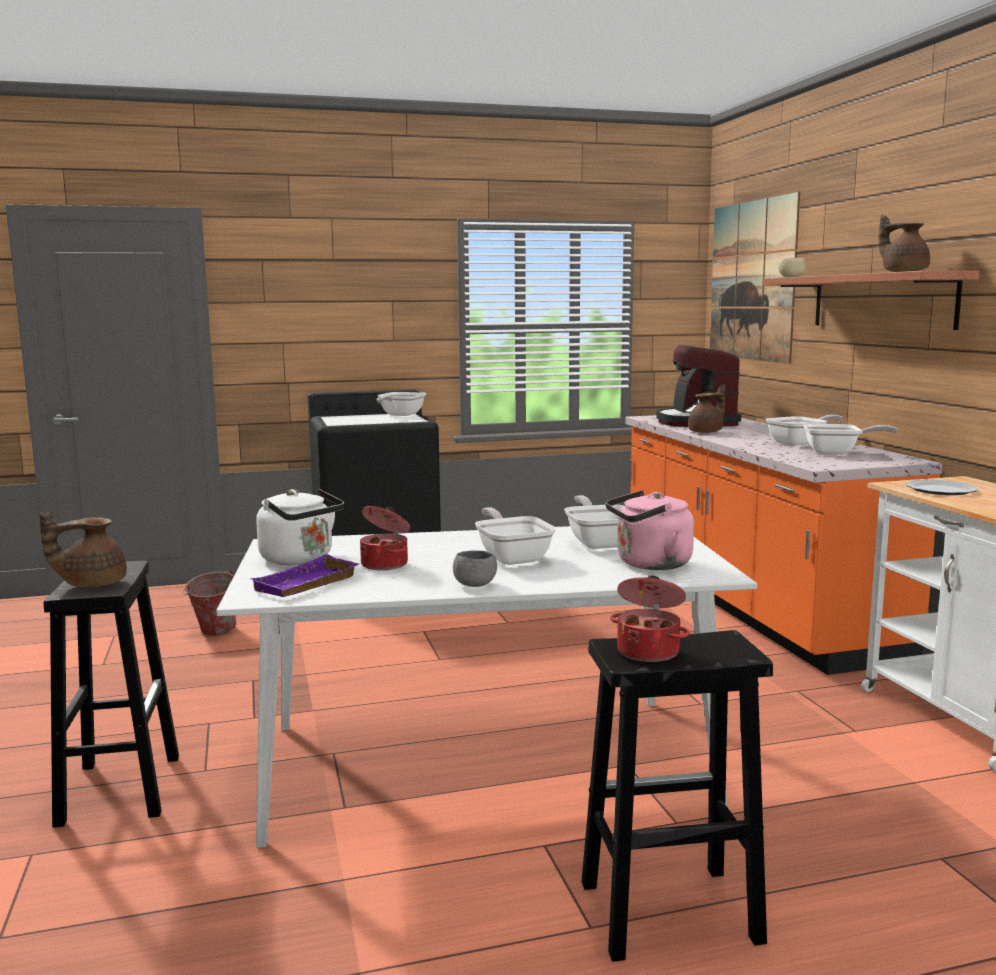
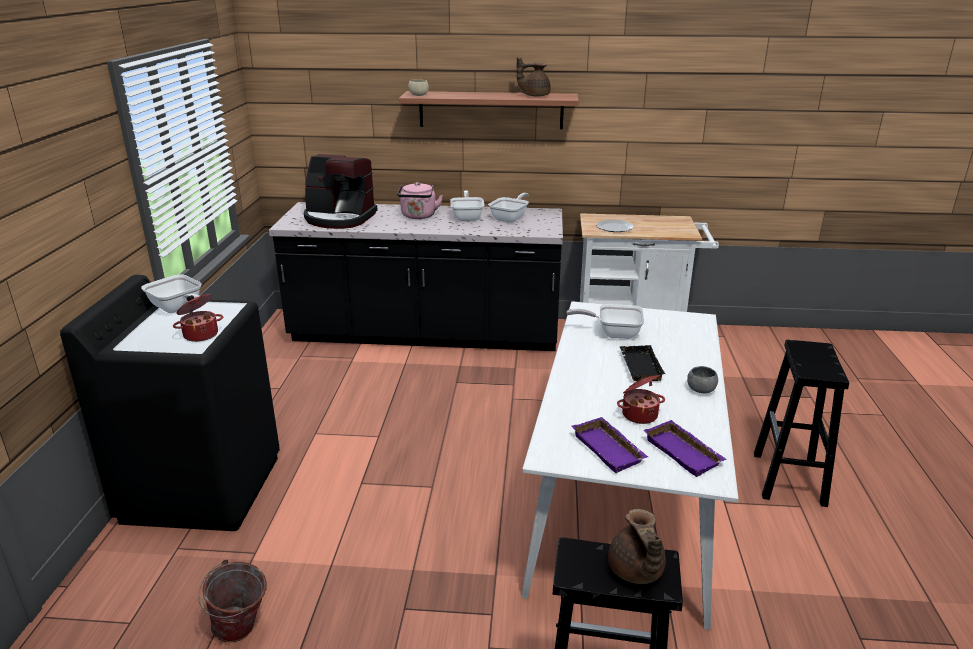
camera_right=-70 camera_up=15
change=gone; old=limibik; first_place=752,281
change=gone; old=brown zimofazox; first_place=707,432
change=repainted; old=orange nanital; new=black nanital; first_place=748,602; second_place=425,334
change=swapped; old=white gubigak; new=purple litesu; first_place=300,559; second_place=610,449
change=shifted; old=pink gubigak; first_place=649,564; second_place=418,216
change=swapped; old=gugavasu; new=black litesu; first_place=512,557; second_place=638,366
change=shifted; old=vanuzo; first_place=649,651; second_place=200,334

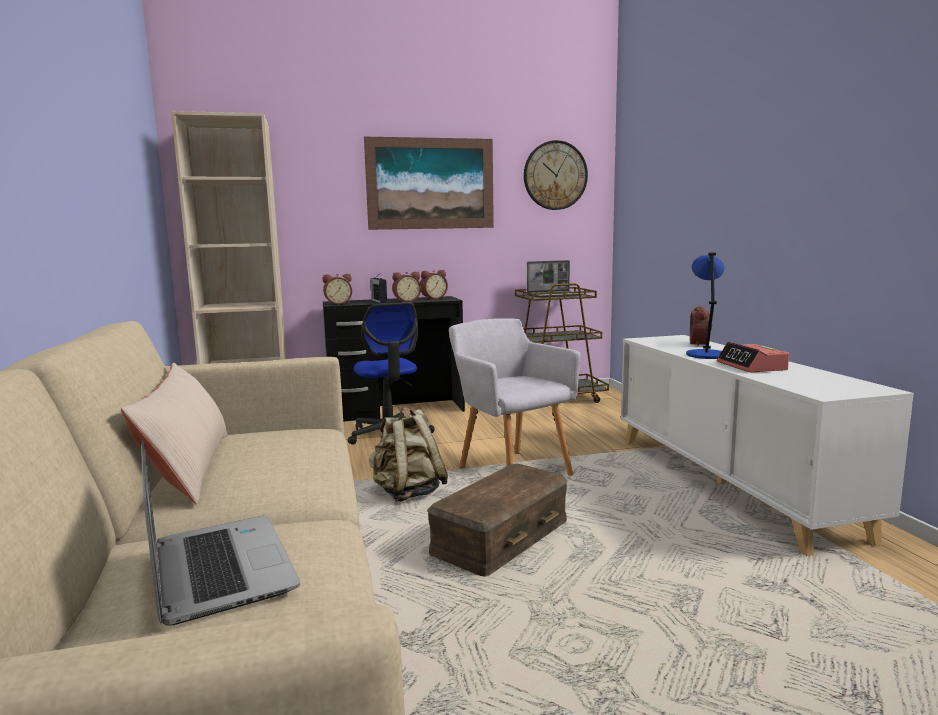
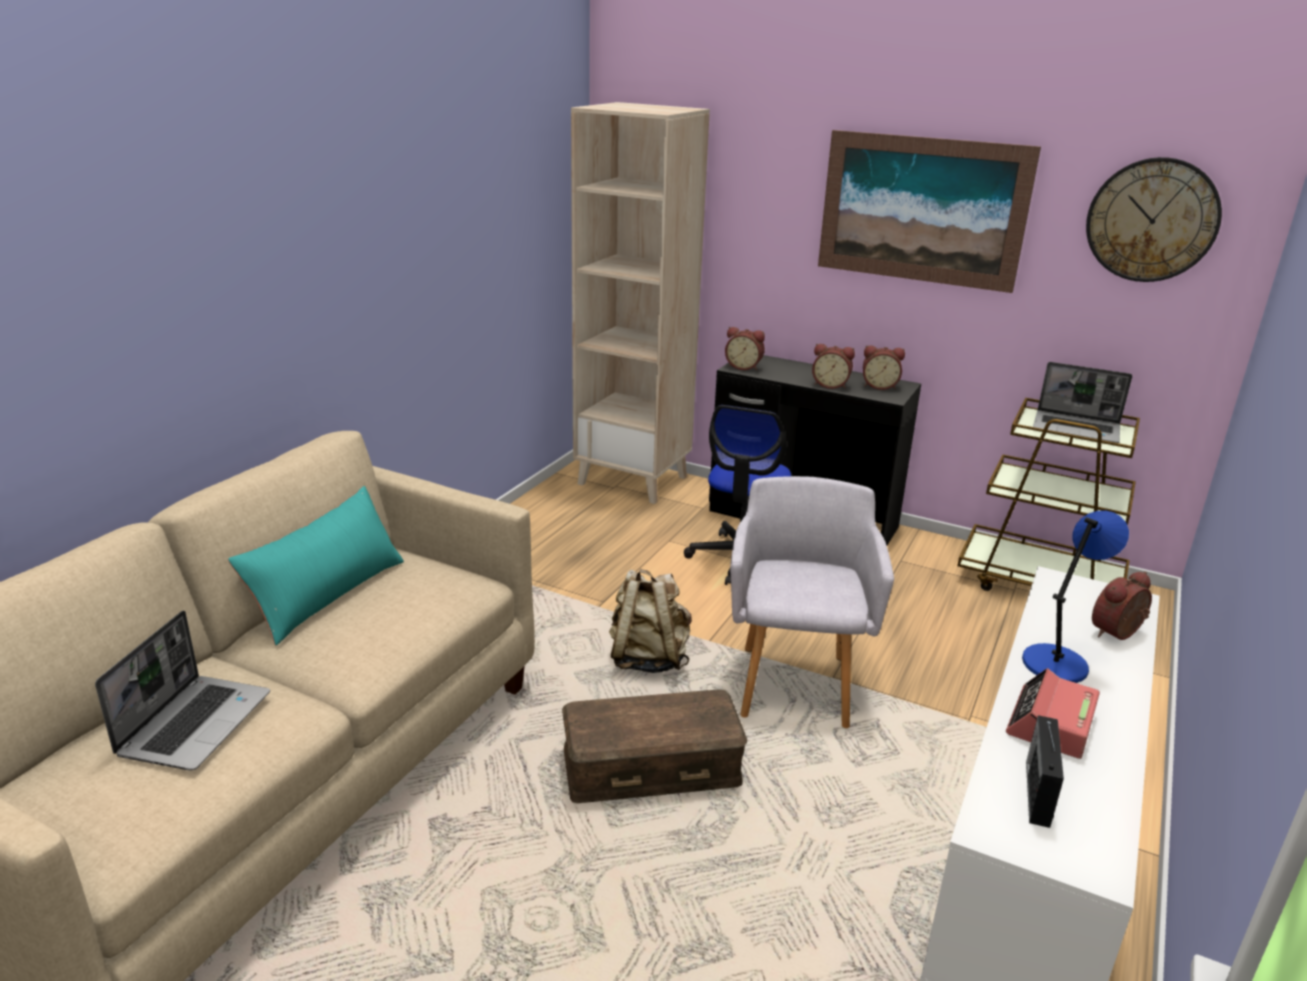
camera_right=40 camera_up=15
change=shifted; old=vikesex; first_place=379,301; second_place=1037,792
change=repainted; old=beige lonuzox; new=turquoise lonuzox; first_place=188,467; second_place=328,595

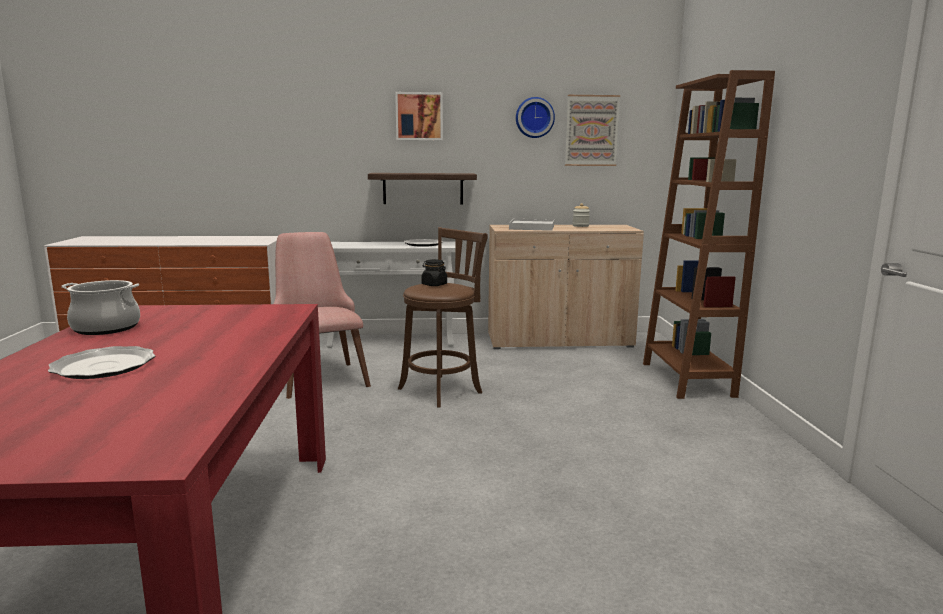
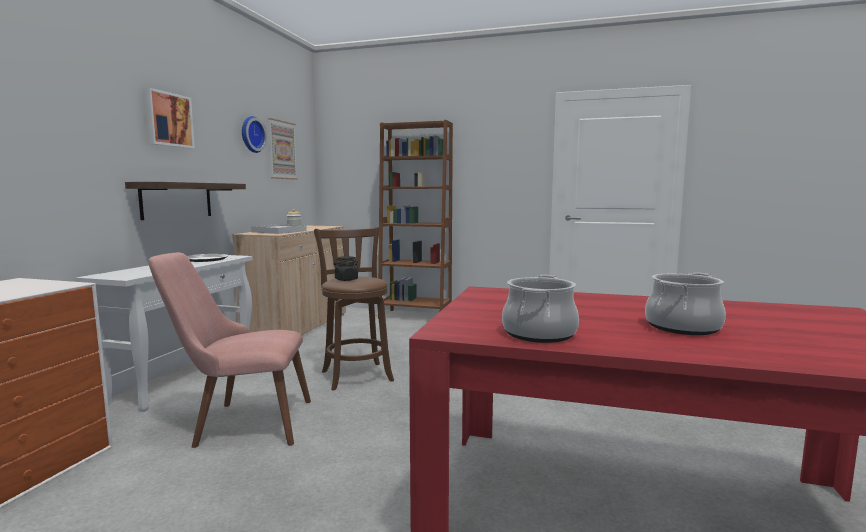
camera_right=-70 camera_up=-5
change=swapped; old=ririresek; new=vanuzo; first_place=104,366; second_place=682,327

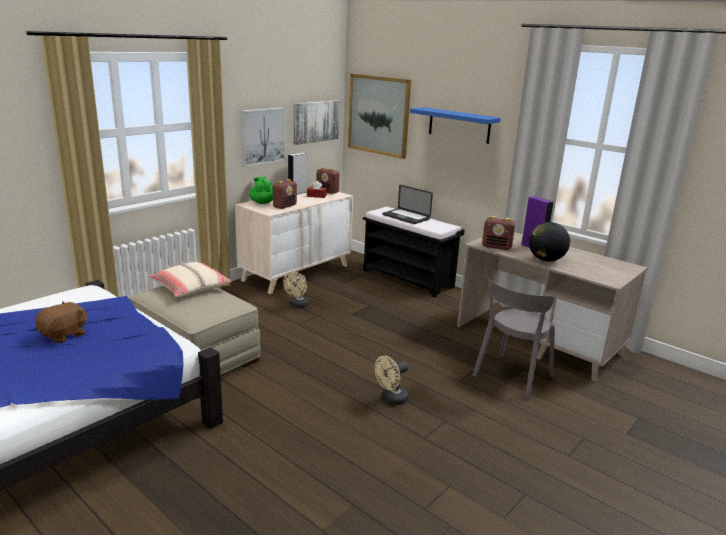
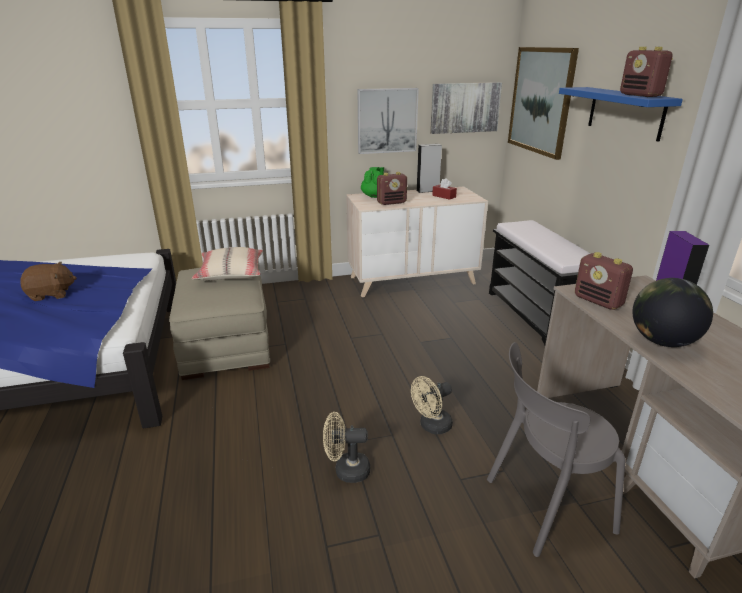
camera_right=35 camera_up=5
change=shifted; old=vikesex; first_place=328,192; second_place=640,95
change=gone; old=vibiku; first_place=406,217
change=shifted; old=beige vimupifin; first_place=298,305; second_place=431,426

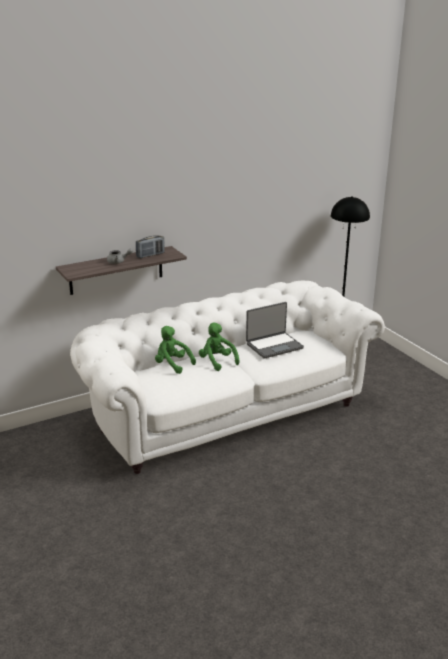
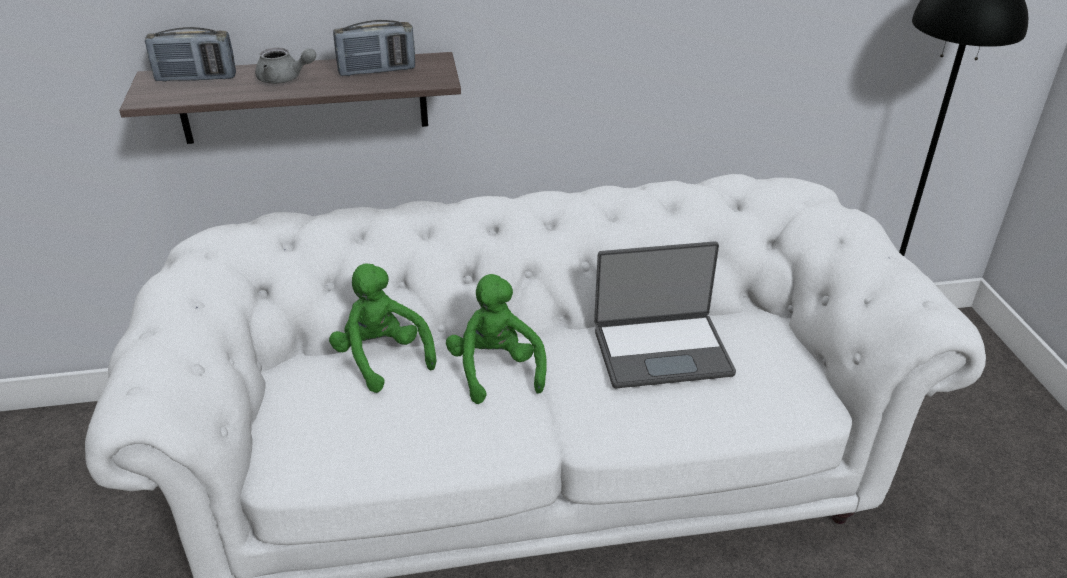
camera_right=20 camera_up=10
change=new; new=vikesex; second_place=196,78

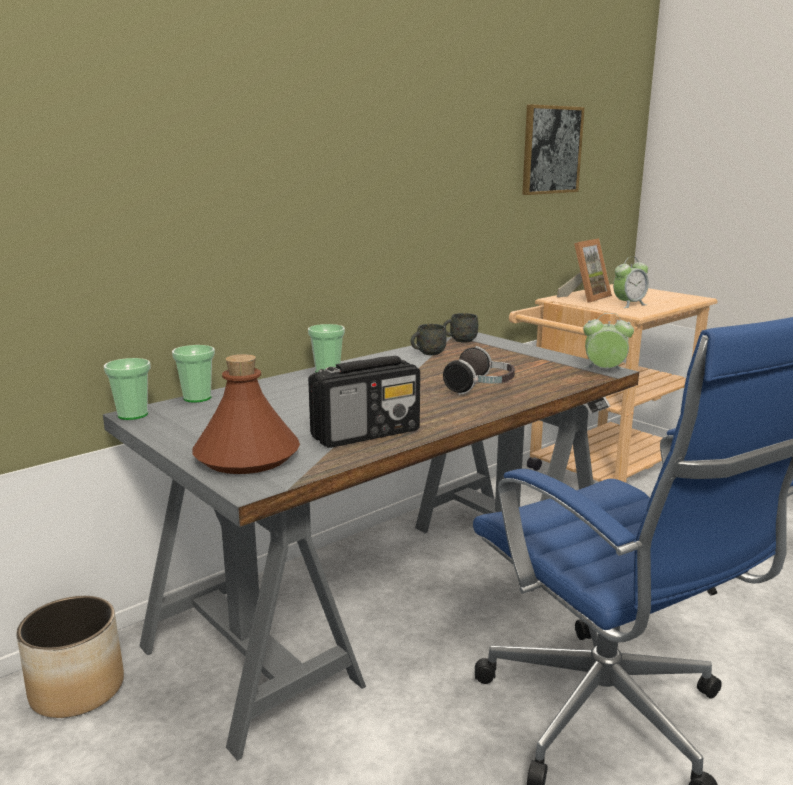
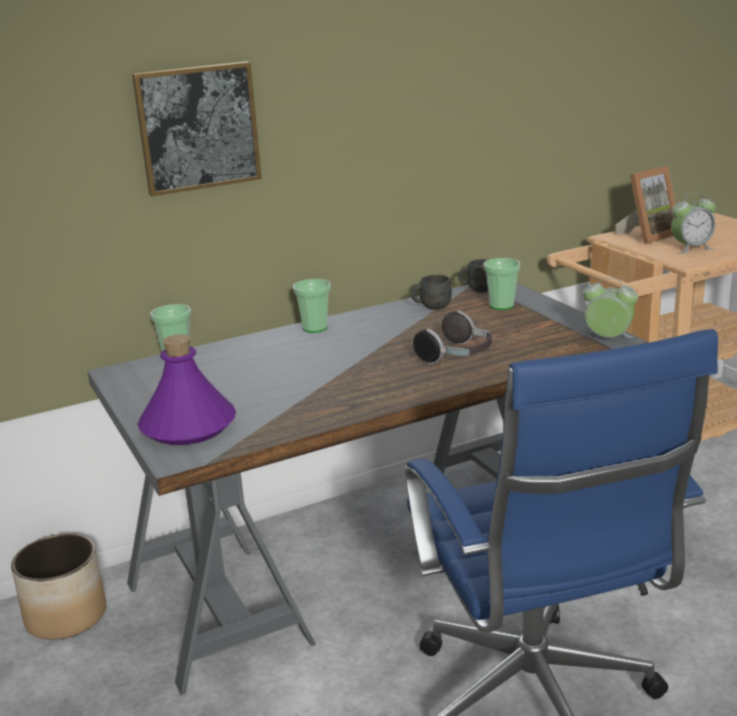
camera_right=15 camera_up=5
change=shifted; old=limibik; first_place=551,150; second_place=198,128
change=repainted; old=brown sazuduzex; new=purple sazuduzex; first_place=248,457; second_place=189,427
change=gone; old=vikesex; first_place=366,434
change=shifted; old=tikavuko; first_place=133,414; second_place=501,305

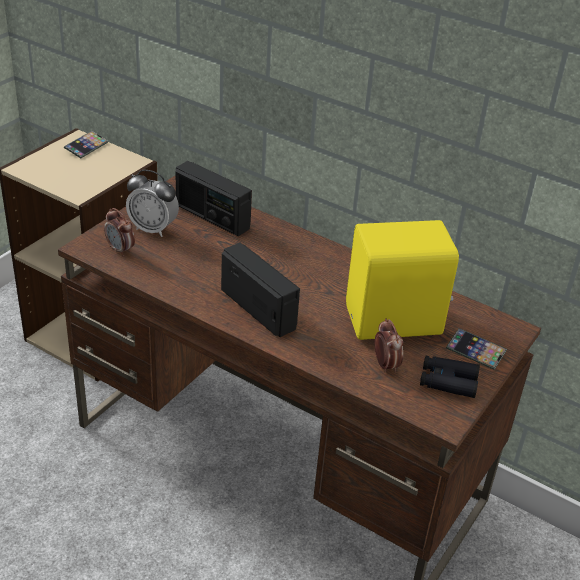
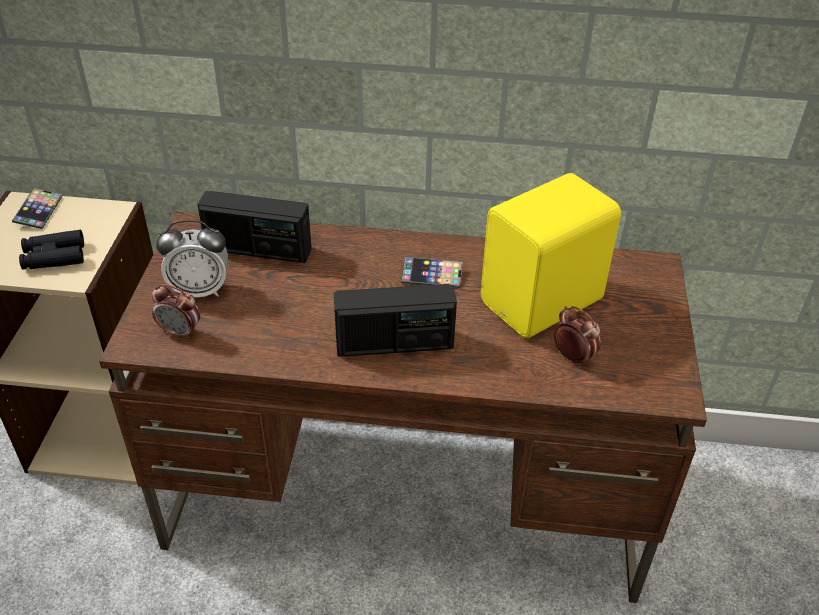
camera_right=-25 camera_up=5
change=rotated; old=vikesex; first_place=259,308; second_place=394,344; degrees=150
change=shifted; old=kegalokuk; first_place=475,352; second_place=431,276
change=shifted; old=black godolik; first_place=448,382; second_place=54,257

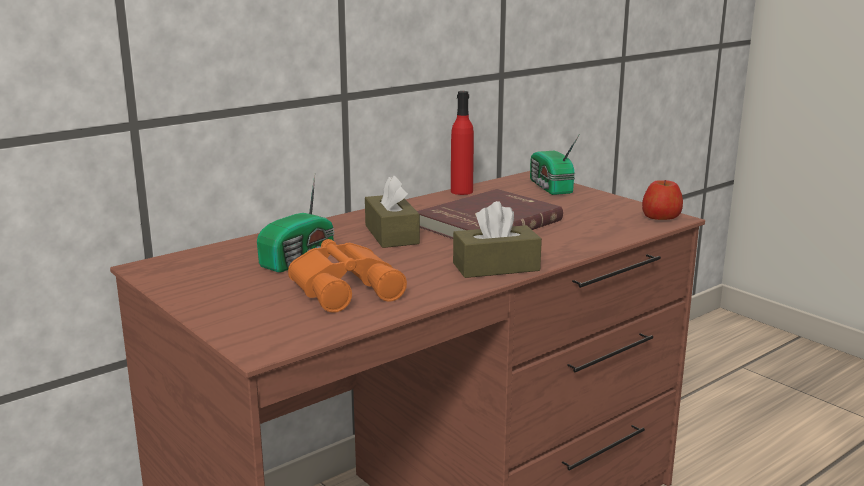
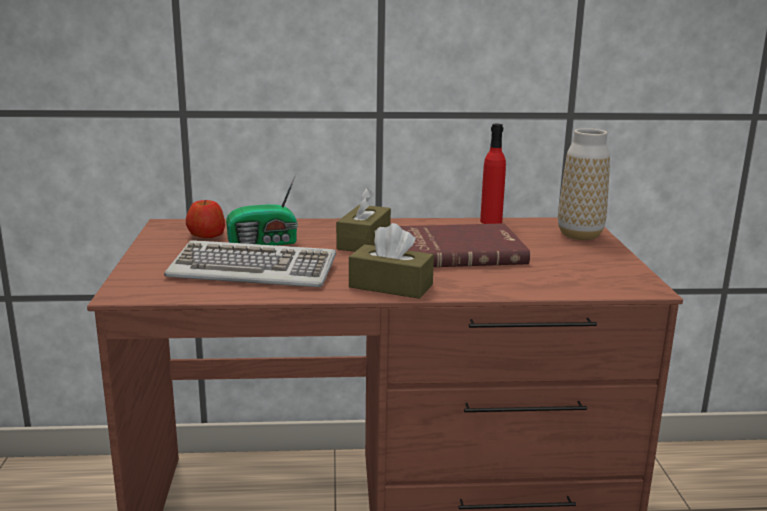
camera_right=35 camera_up=0
change=swapped; old=vikesex; new=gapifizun; first_place=550,187; second_place=579,235
change=shifted; old=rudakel; first_place=660,217; second_place=206,235
change=swapped; old=orange godolik; new=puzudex; first_place=346,287; second_place=253,270

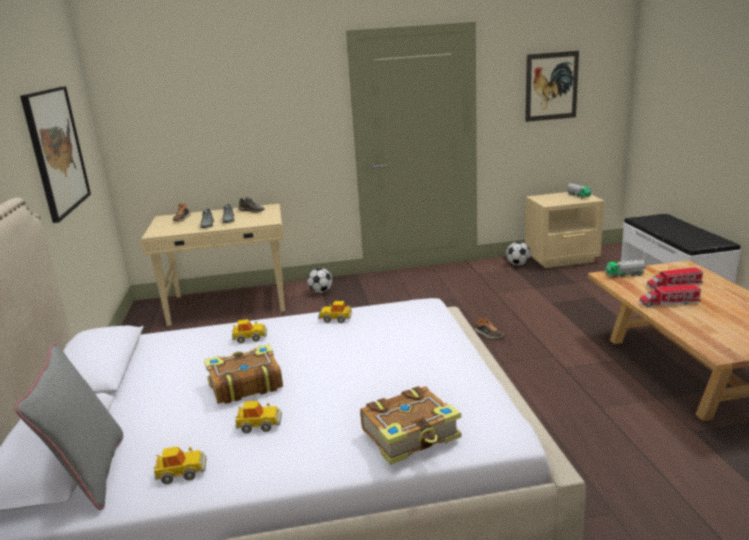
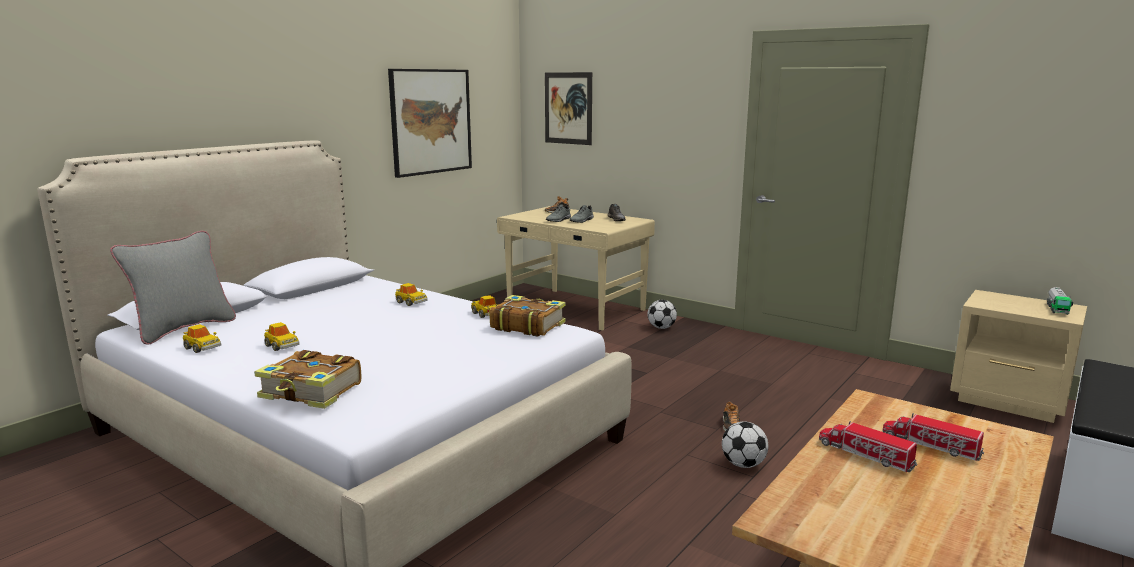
camera_right=45 camera_up=-5
change=shifted; old=limibik; first_place=551,86; second_place=568,108
change=shifted; old=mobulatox; first_place=518,264; second_place=743,464
change=gone; old=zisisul; first_place=625,275
change=shifted; old=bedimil; first_place=244,384; second_place=527,325

